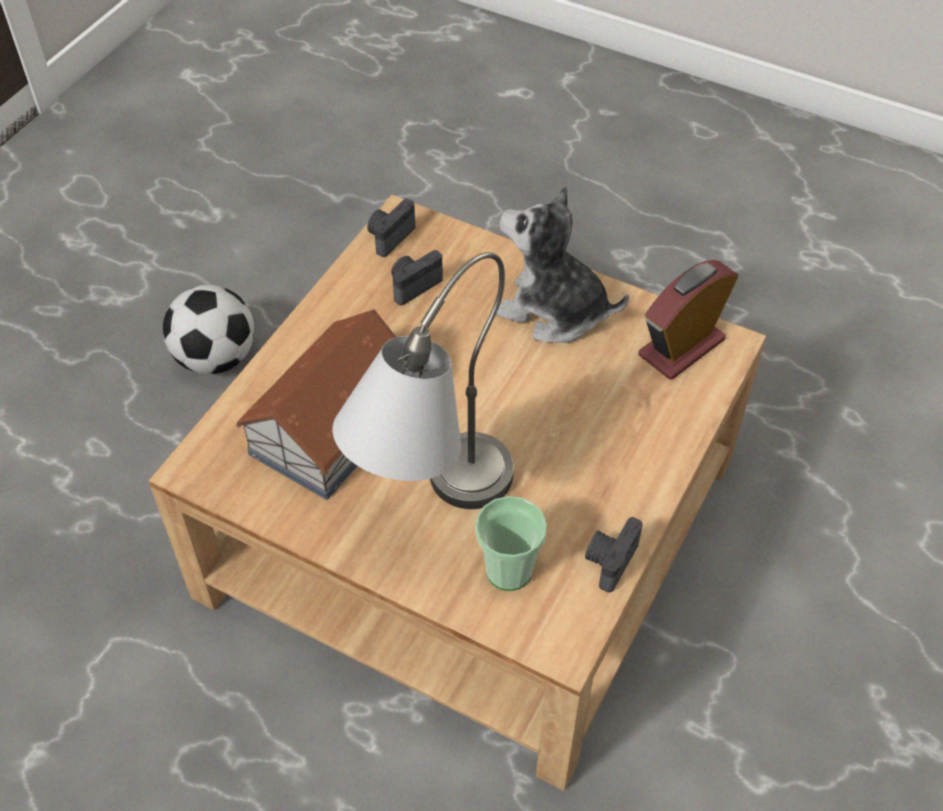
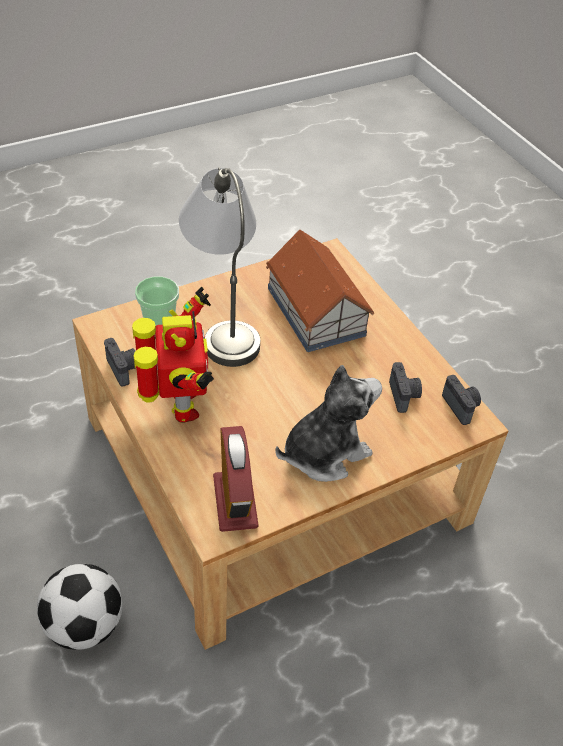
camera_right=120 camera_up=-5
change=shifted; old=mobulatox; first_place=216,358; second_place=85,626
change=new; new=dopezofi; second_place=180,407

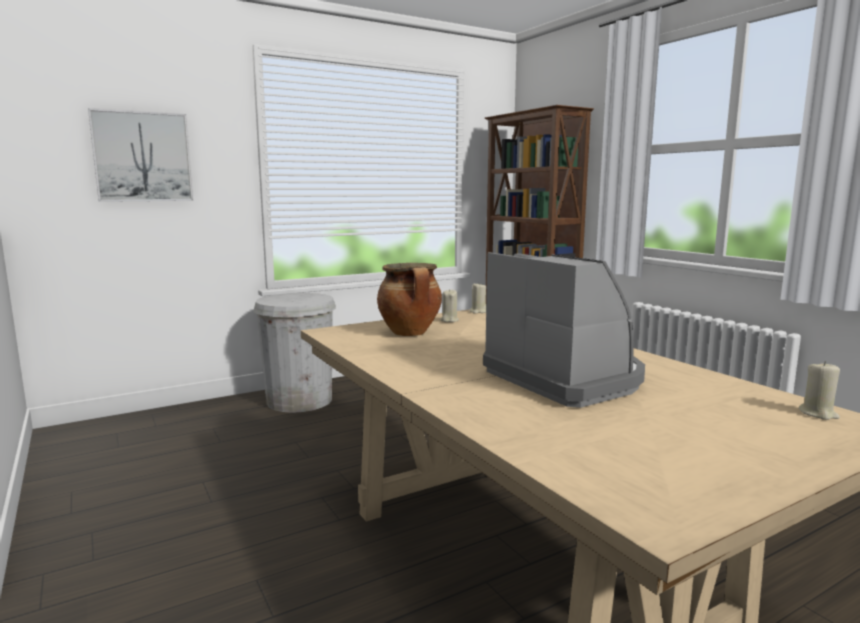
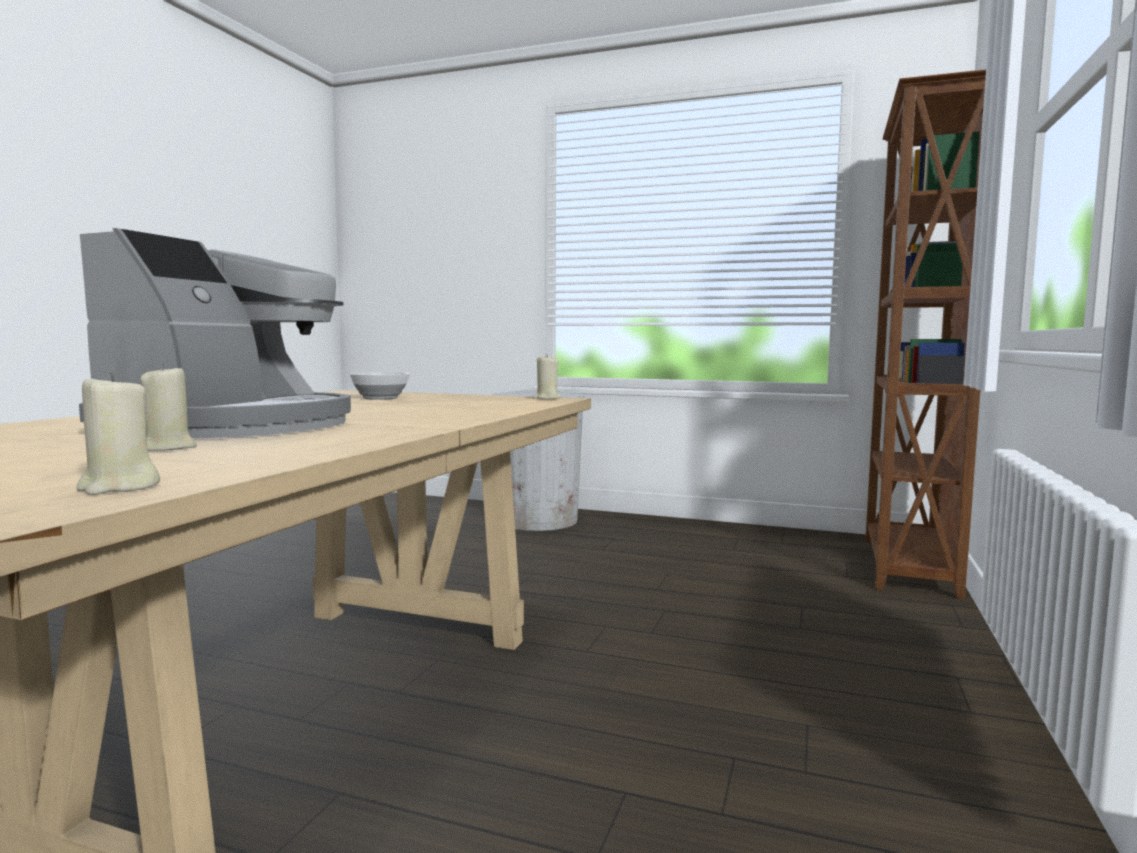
camera_right=50 camera_up=-5
change=gone; old=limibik; first_place=142,157
change=swapped; old=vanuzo; new=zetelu; first_place=410,333; second_place=380,398
change=shifted; old=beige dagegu; first_place=449,320; second_place=168,448

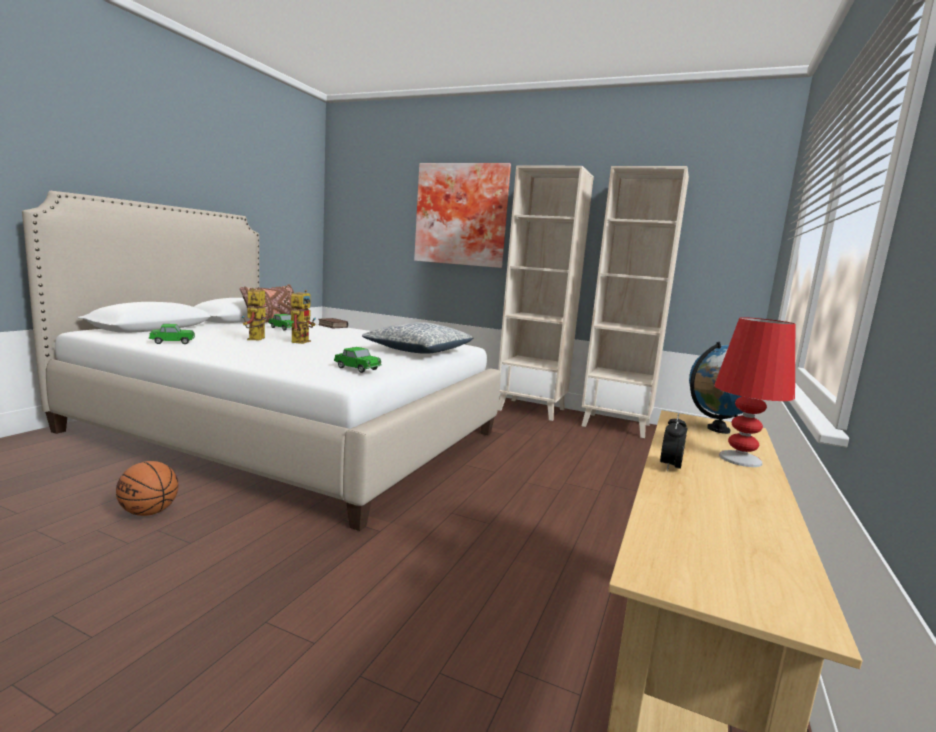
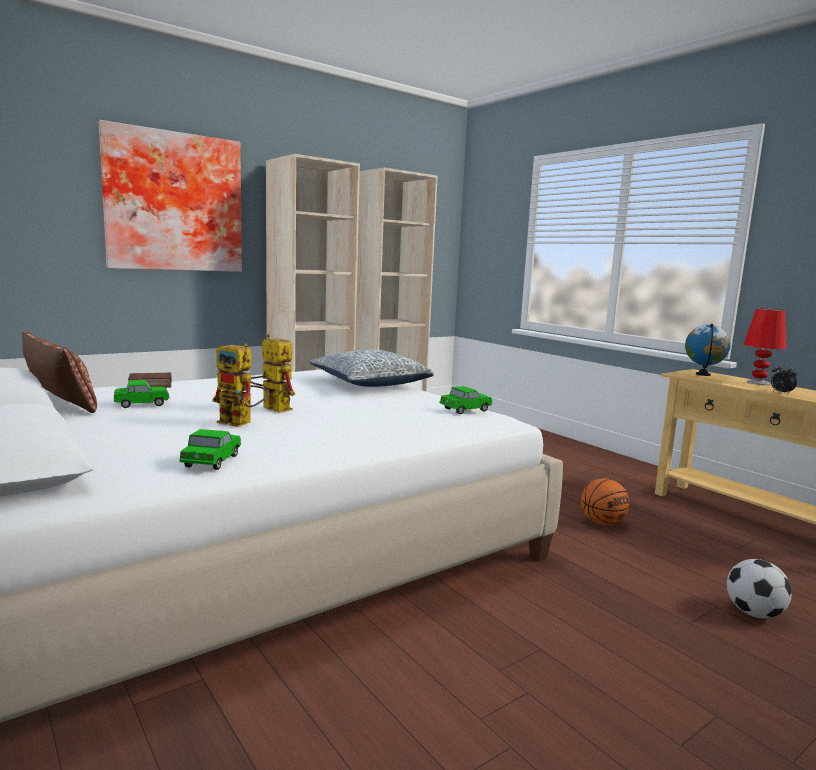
camera_right=-60 camera_up=0
change=shifted; old=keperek; first_place=149,512; second_place=602,523
change=new; new=mobulatox; second_place=754,613

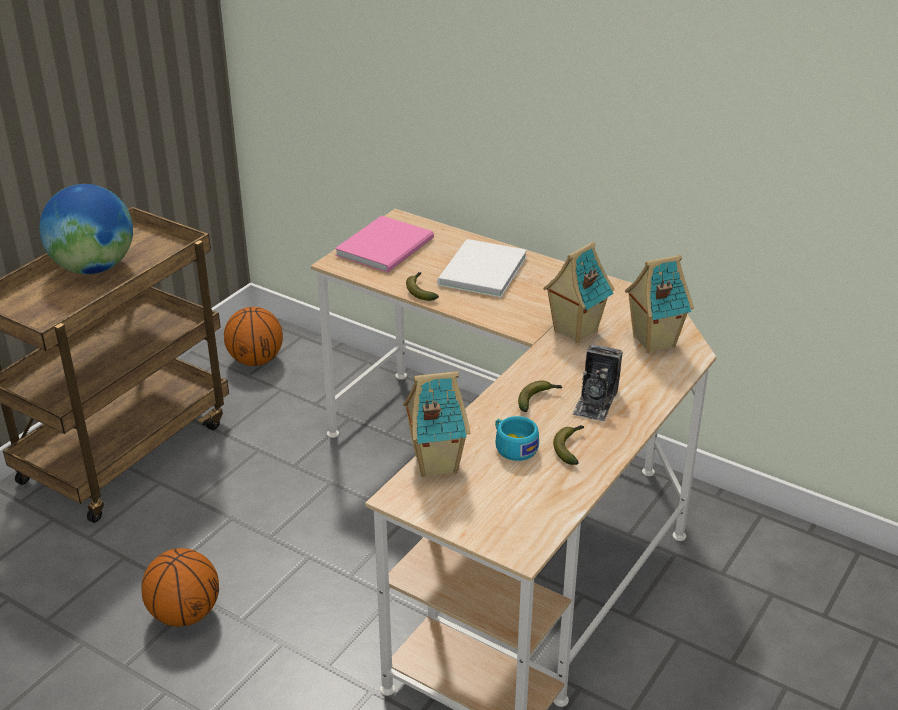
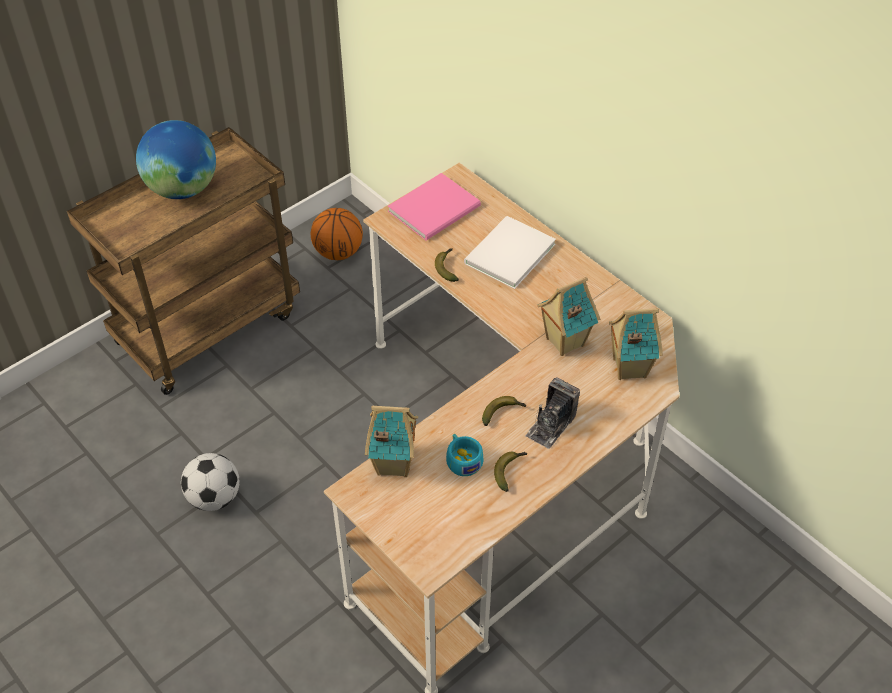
camera_right=15 camera_up=15
change=swapped; old=keperek; new=mobulatox; first_place=185,614; second_place=214,497

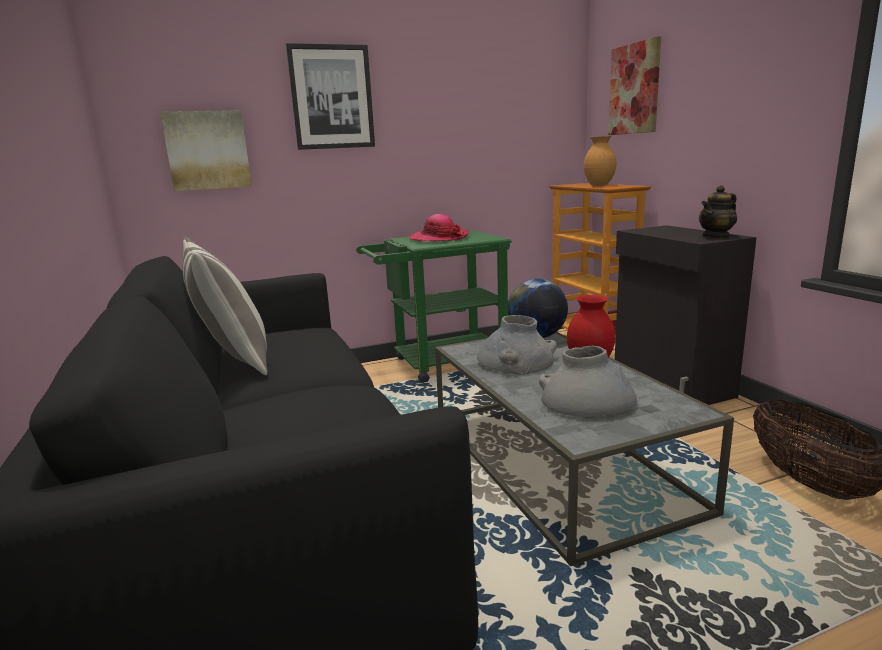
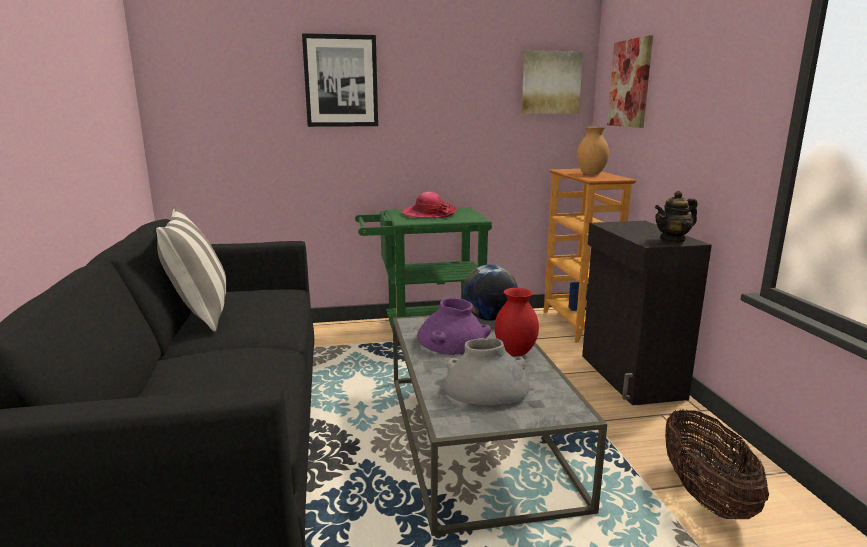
camera_right=10 camera_up=0
change=shifted; old=limibik; first_place=207,150; second_place=550,82
change=repainted; old=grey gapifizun; new=purple gapifizun; first_place=516,360; second_place=453,340

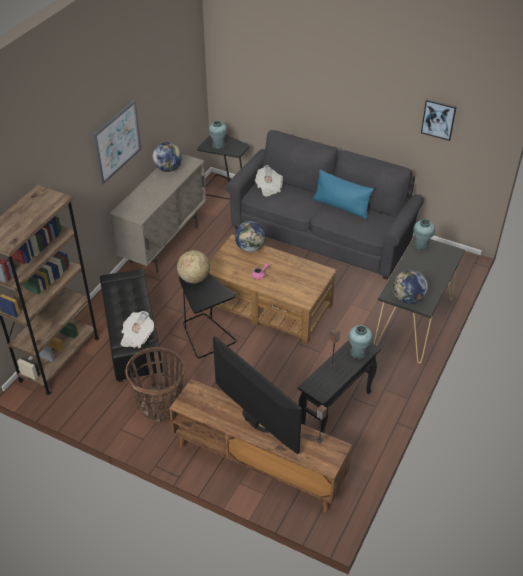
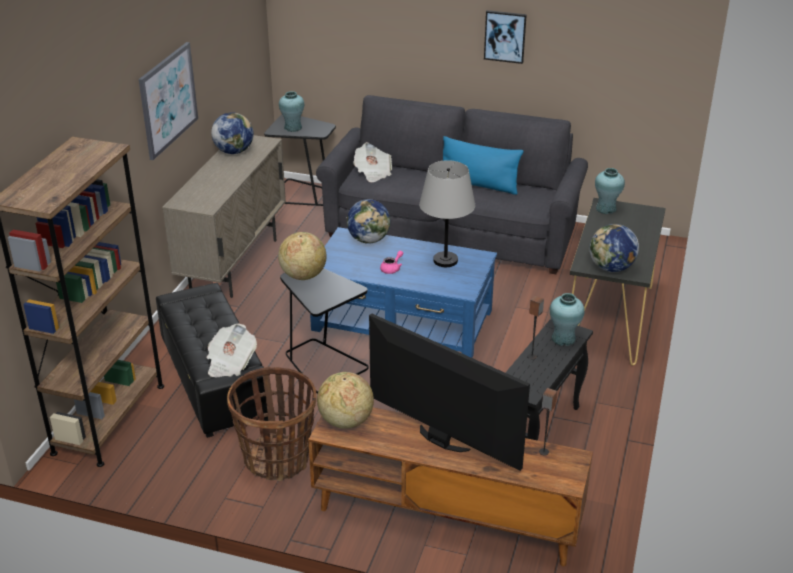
camera_right=-10 camera_up=-10
change=shifted; old=limibik; first_place=438,119; second_place=505,36
change=repainted; old=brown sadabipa; new=blue sadabipa; first_place=268,306; second_place=403,321
change=new; new=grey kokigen; second_place=445,261
change=new; new=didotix; second_place=345,421

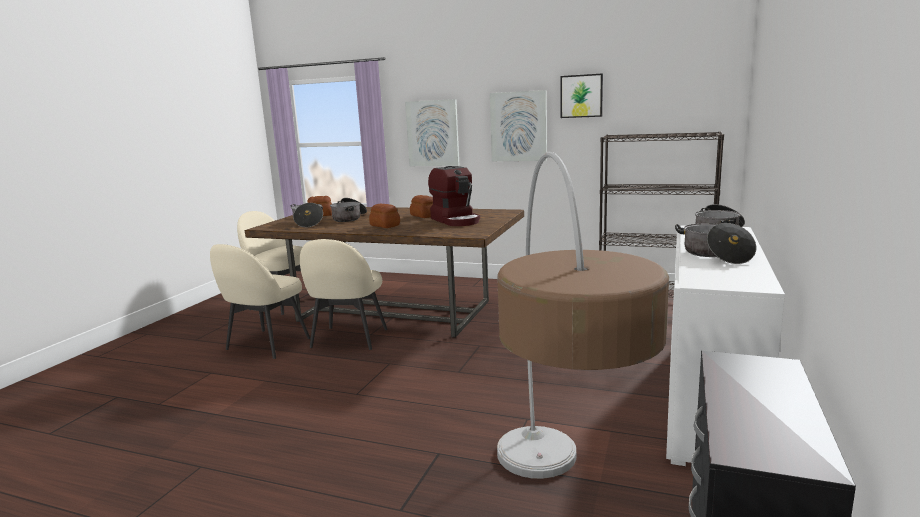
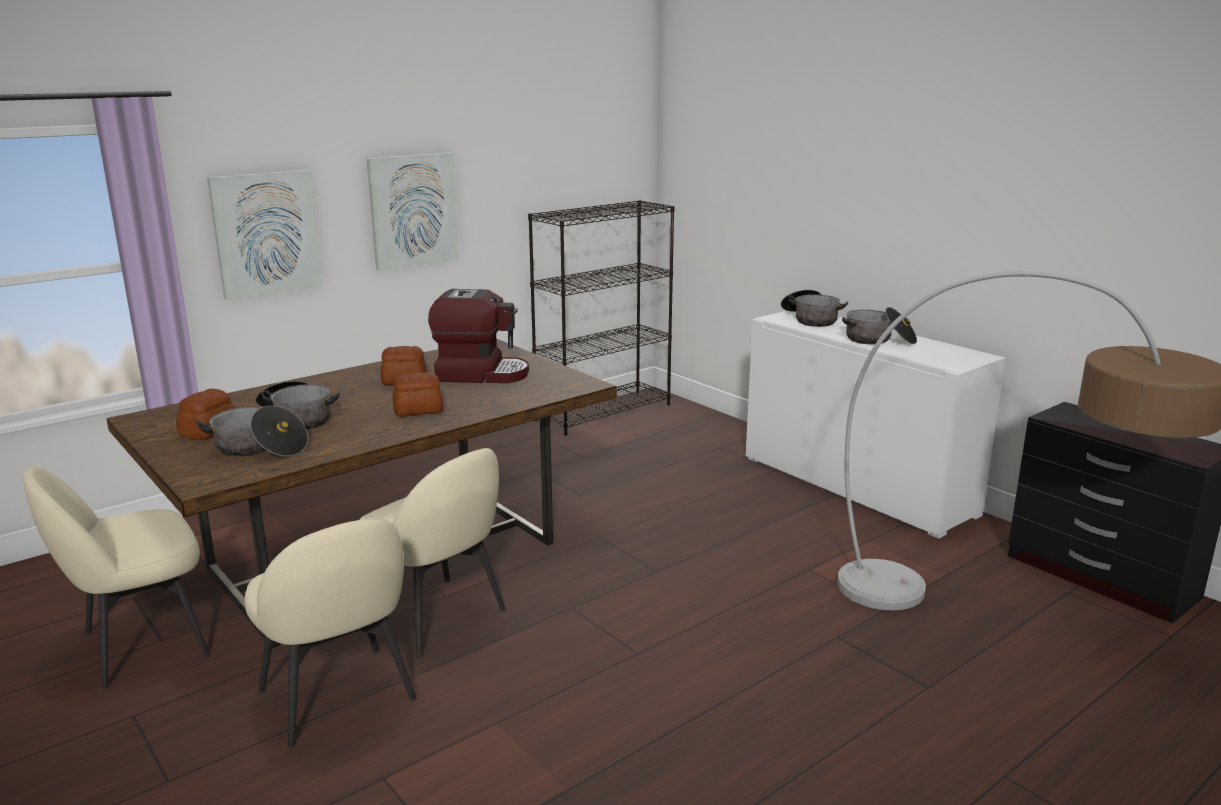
camera_right=-60 camera_up=5
change=gone; old=limibik; first_place=581,96

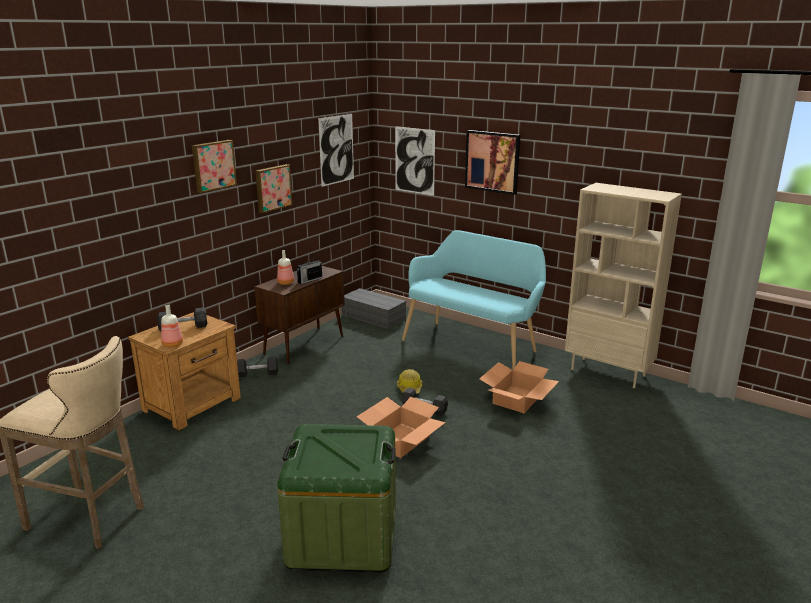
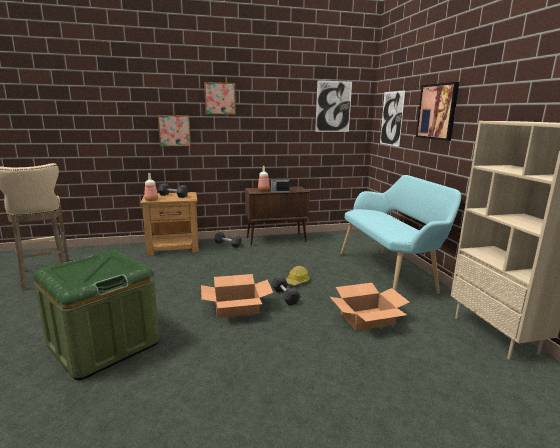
camera_right=40 camera_up=-5
change=shifted; old=limibik; first_place=272,188; second_place=174,130
change=gone; old=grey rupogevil; first_place=372,317

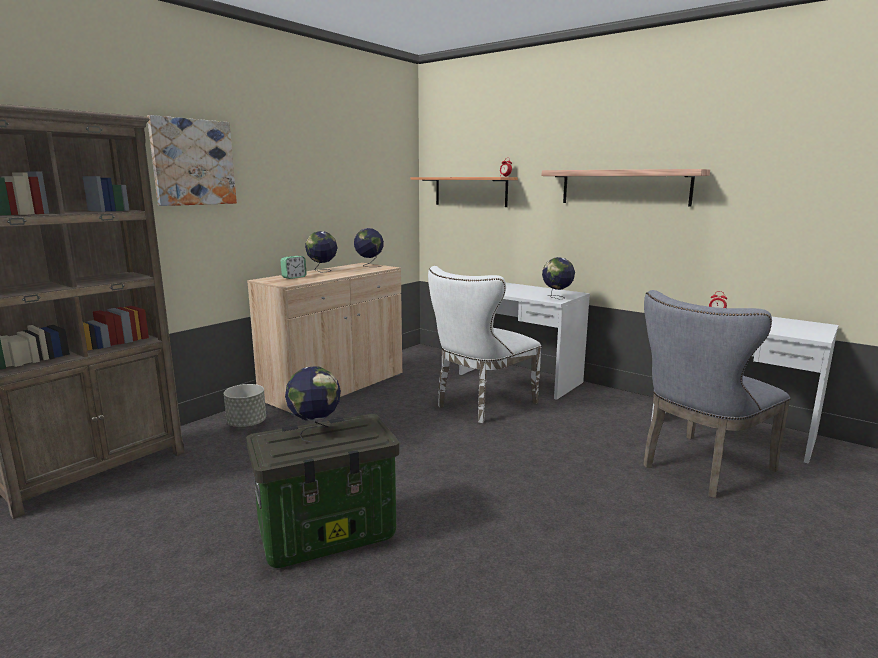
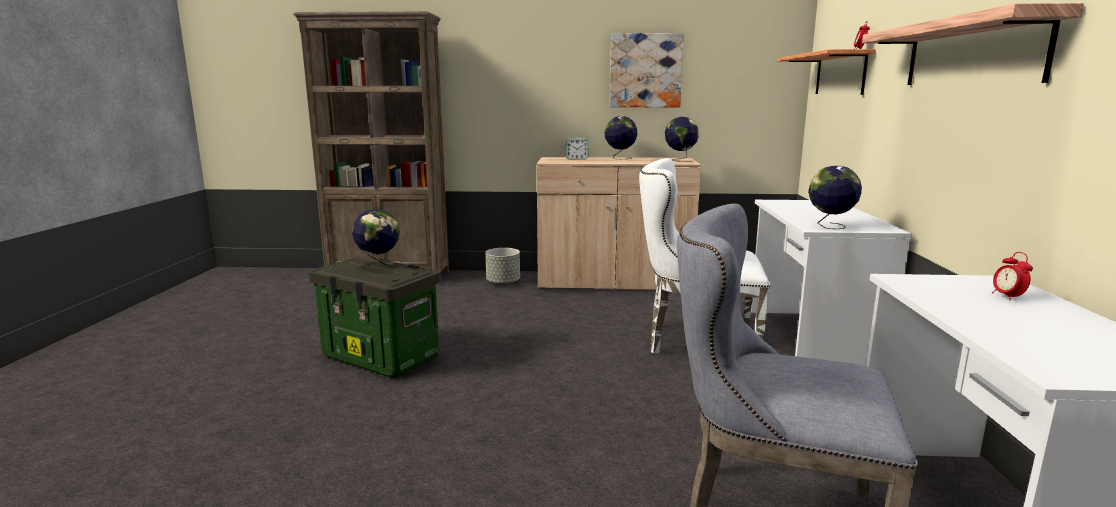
camera_right=55 camera_up=0
change=shifted; old=limibik; first_place=193,162; second_place=645,70

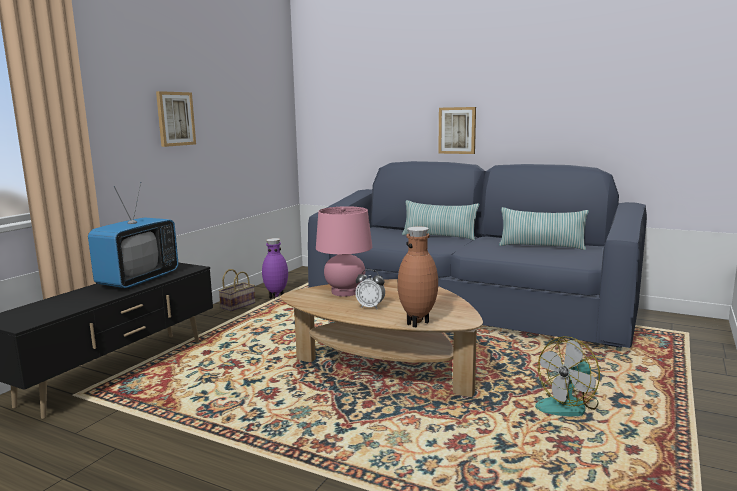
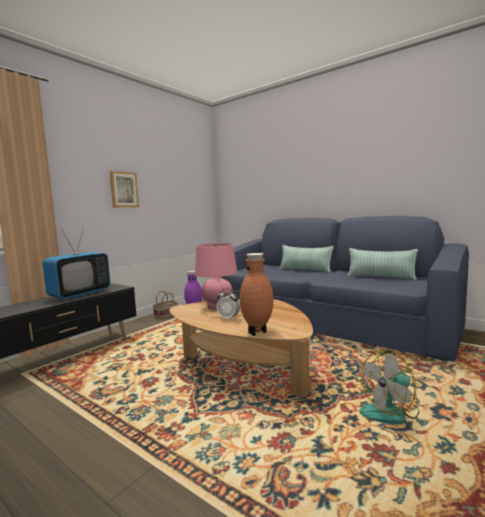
camera_right=10 camera_up=-5
change=gone; old=limibik; first_place=457,130

